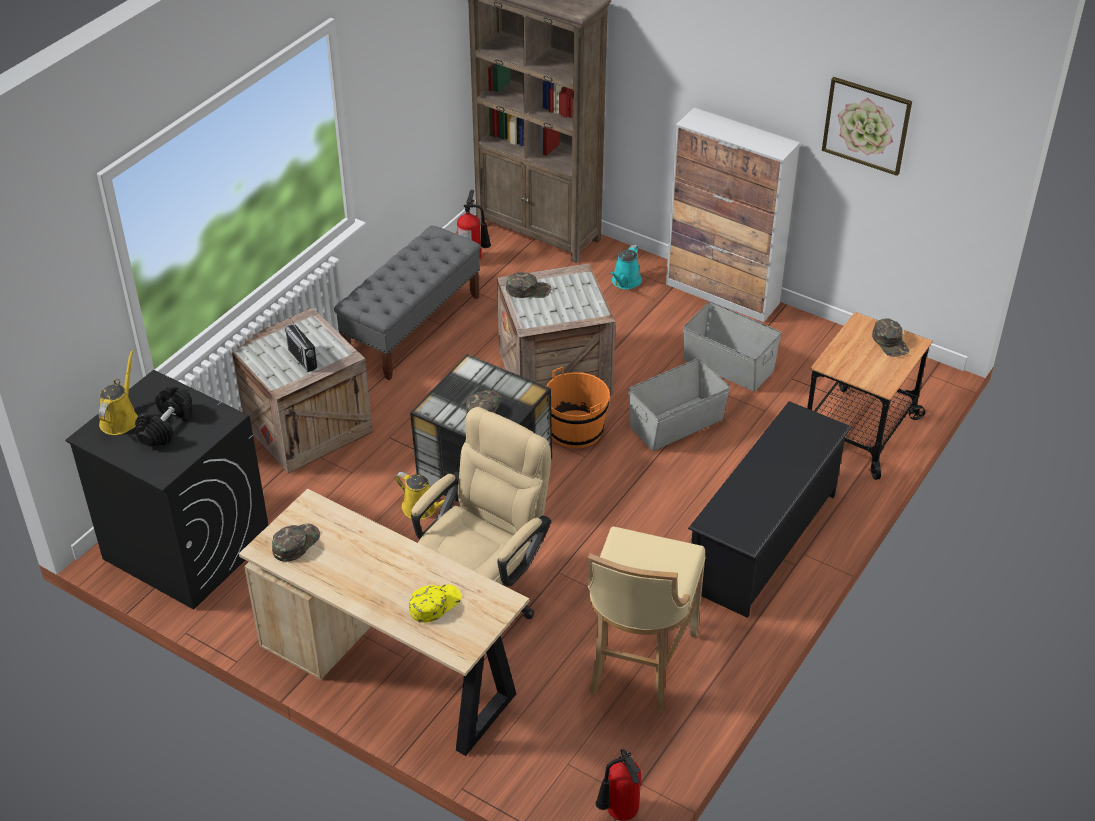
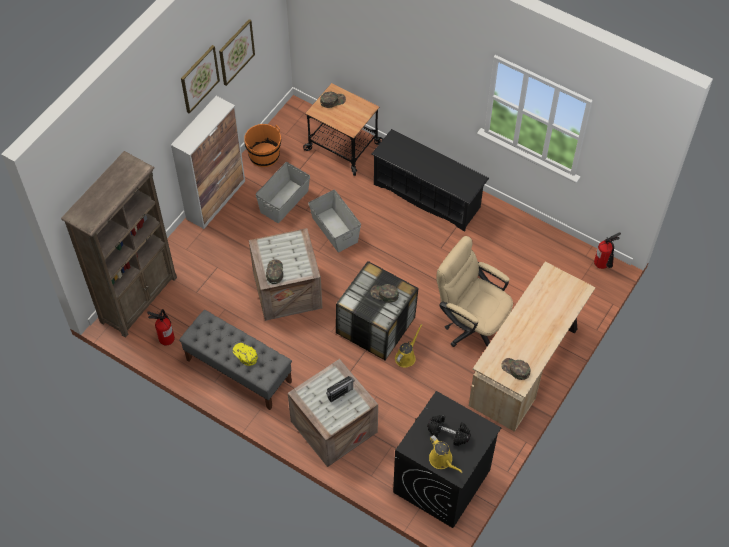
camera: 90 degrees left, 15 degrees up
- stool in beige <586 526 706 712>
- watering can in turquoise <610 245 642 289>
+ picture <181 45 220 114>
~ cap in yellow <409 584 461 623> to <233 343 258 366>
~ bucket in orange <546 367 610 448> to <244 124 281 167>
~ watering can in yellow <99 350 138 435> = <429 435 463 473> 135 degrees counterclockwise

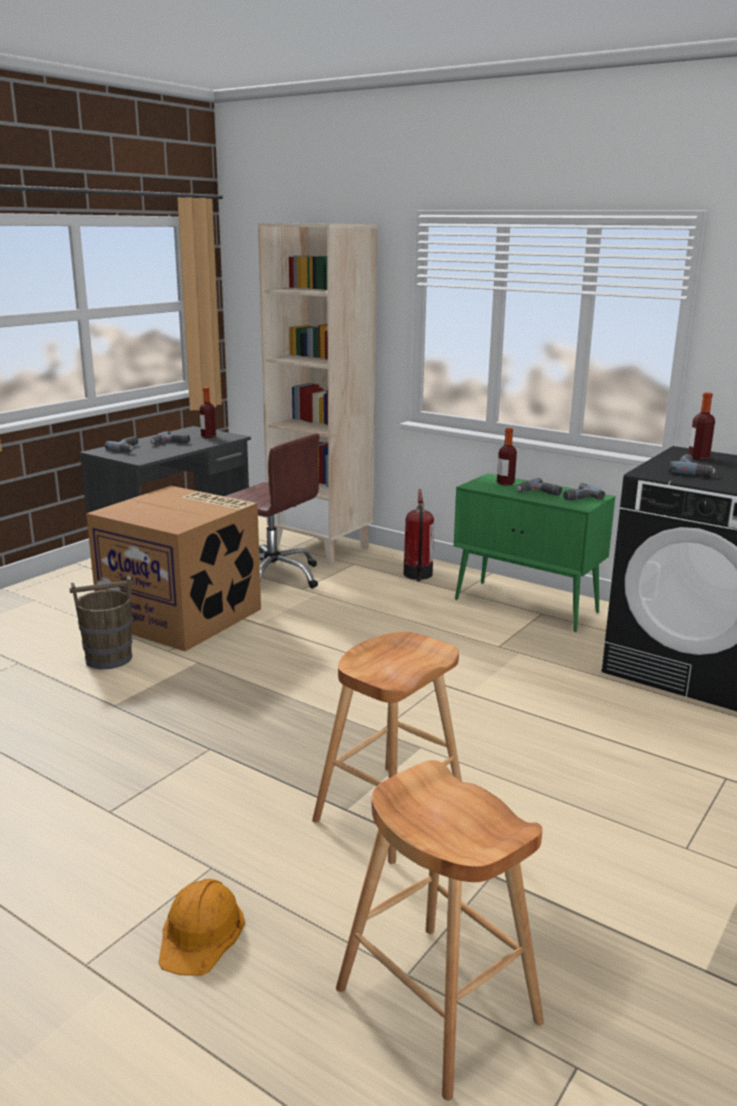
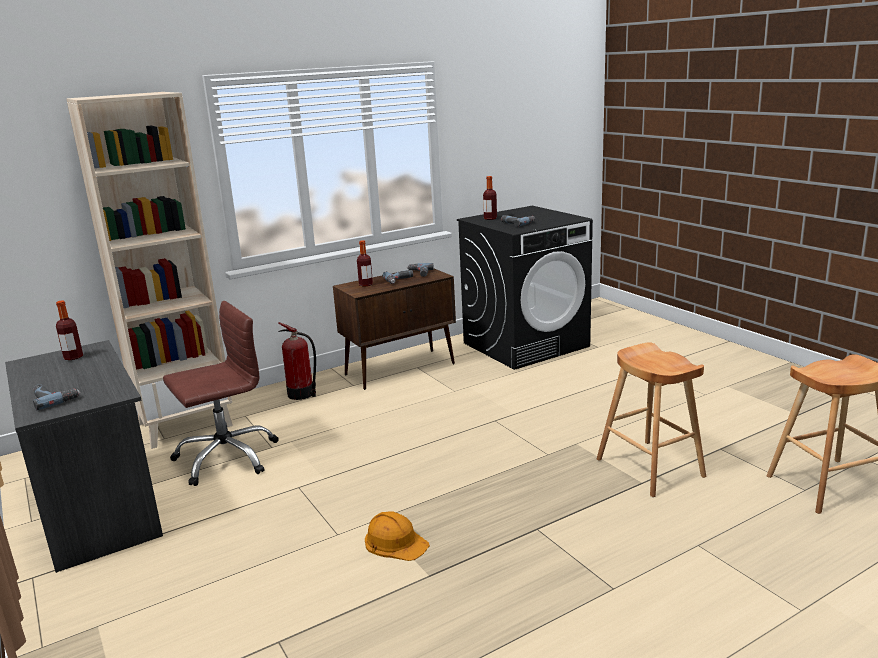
camera: 65 degrees left, 0 degrees up
- bucket in brown <70 576 133 669>
- cardboard box <86 486 261 651>
- power drill <150 431 190 444>
~ hard hat in orange <158 879 245 976> to <365 511 430 561>
~ cabinet in green <454 473 615 632> to cabinet in brown <333 269 456 390>

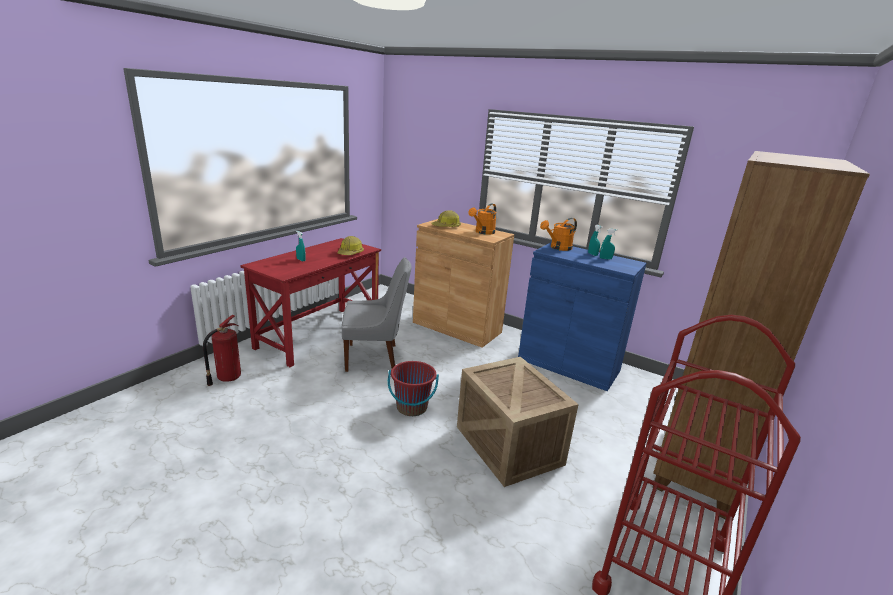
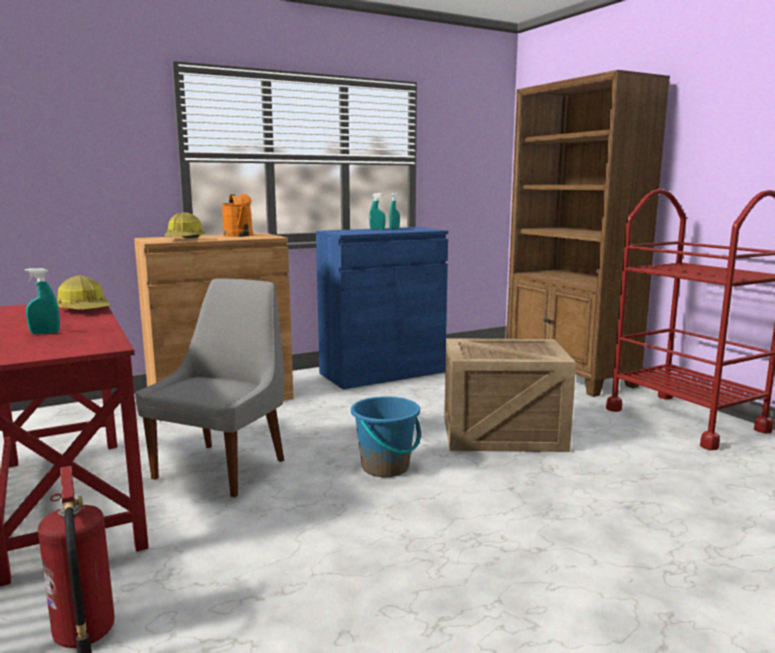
camera: 60 degrees left, 10 degrees down
- watering can in orange <540 218 577 251>
~ bucket in red <388 361 439 416> to bucket in blue <351 396 421 477>

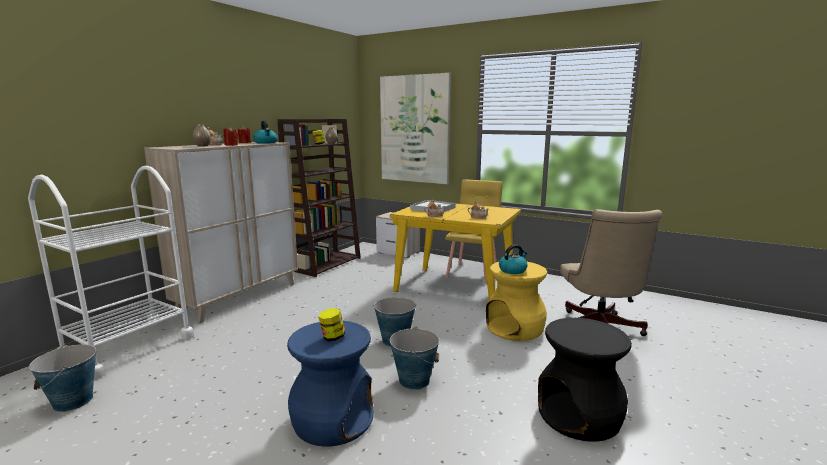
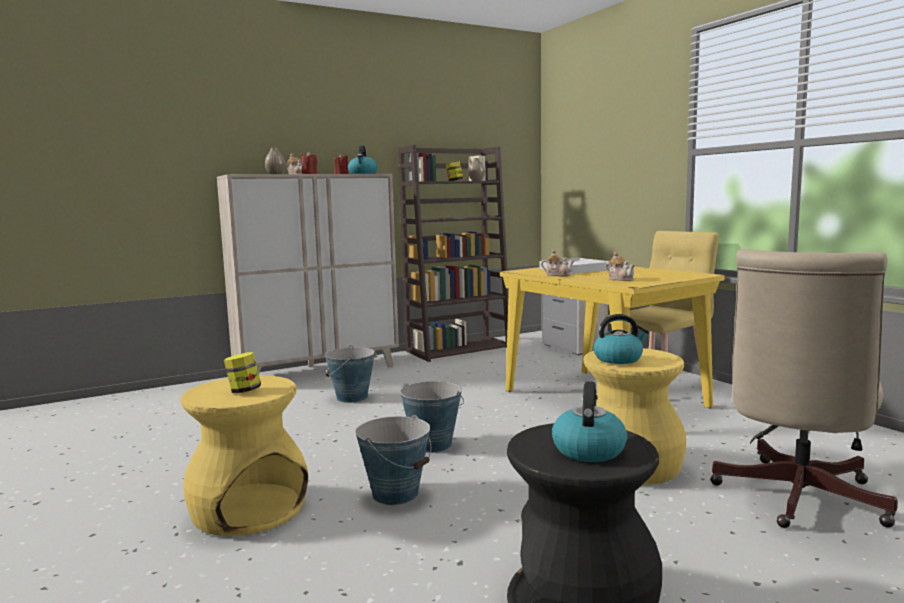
camera: 30 degrees right, 5 degrees down
- cart in white <28 166 194 380>
- picture <380 73 451 184>
+ kettle <552 381 627 462>
~ bucket <29 344 96 412> to <325 345 375 403>
~ stool in blue <287 321 374 446> to stool in yellow <181 375 308 536>

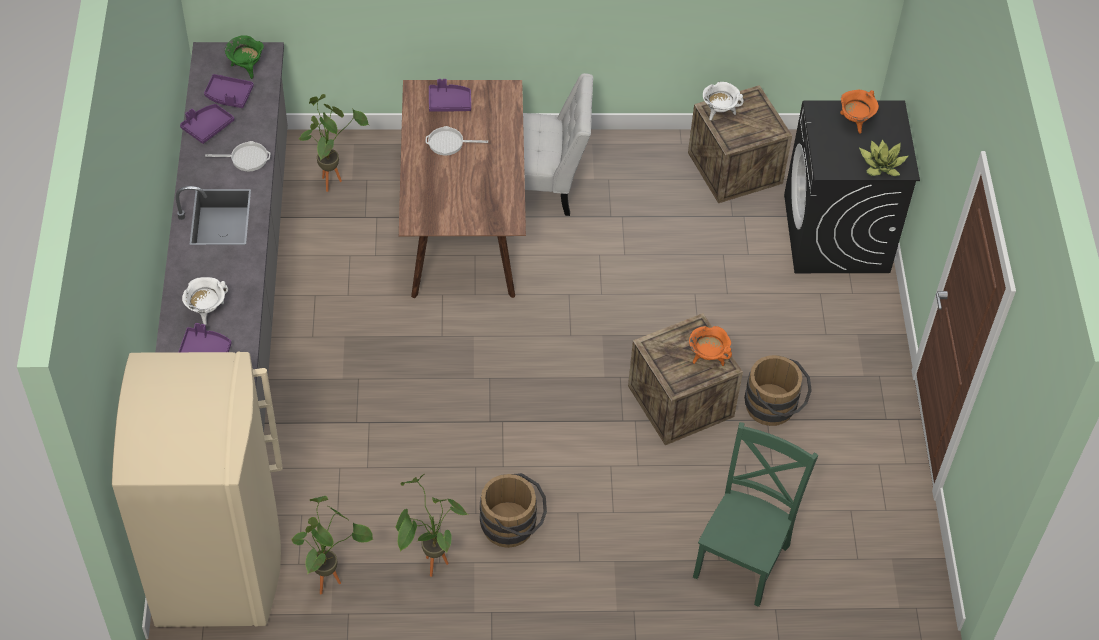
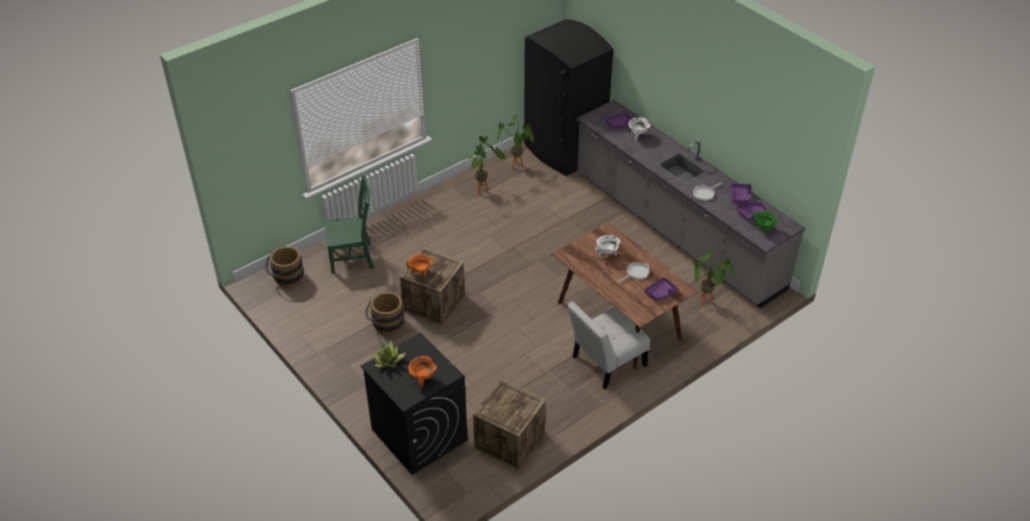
camera: 145 degrees right, 10 degrees down
~ bucket in brown <480 473 547 548> to <265 246 304 288>
~ cooking pot in white <703 82 744 121> to <595 235 620 259>
~ fridge in beige <112 352 283 627> to fridge in black <524 19 613 176>
~ chair in green <693 422 818 607> = <325 175 374 274> 90 degrees counterclockwise

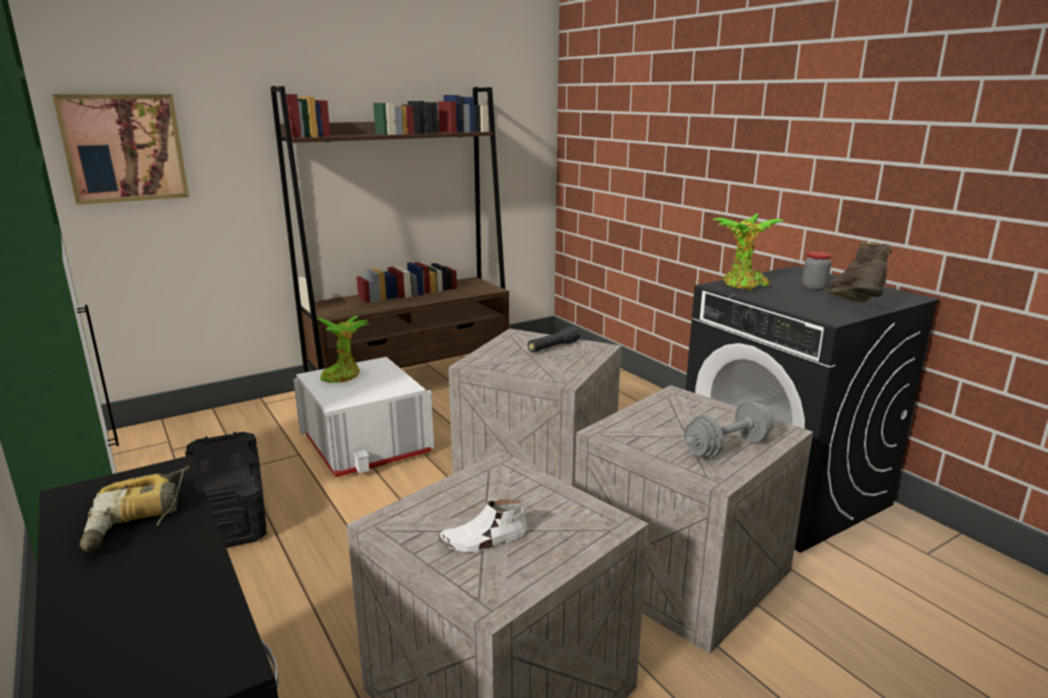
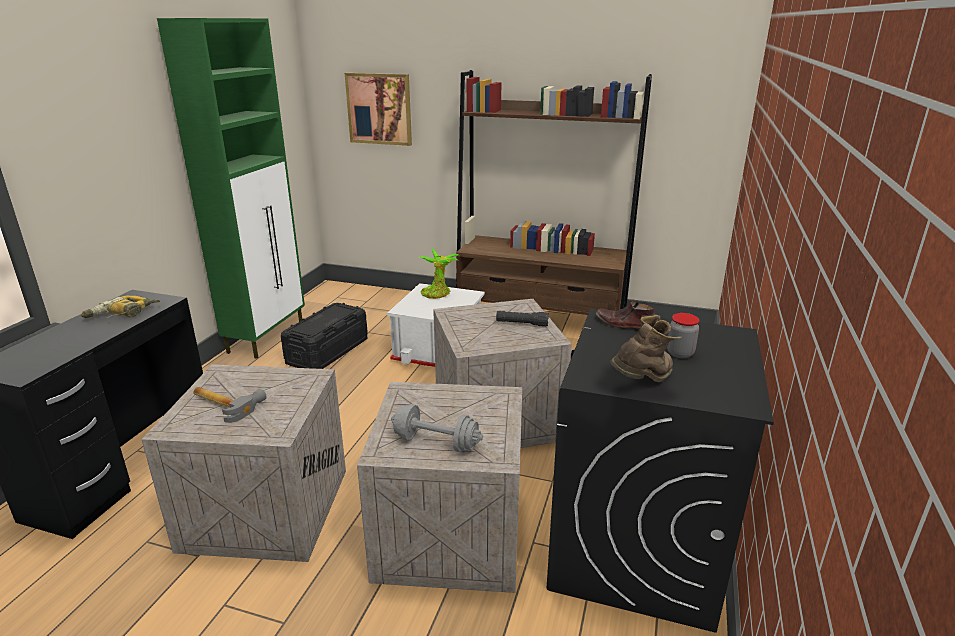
camera: 50 degrees right, 5 degrees up
~ shoe in white <438 499 528 552> to hammer <193 387 267 423>
~ potted plant <713 213 784 291> to shoe in brown <596 301 655 331>

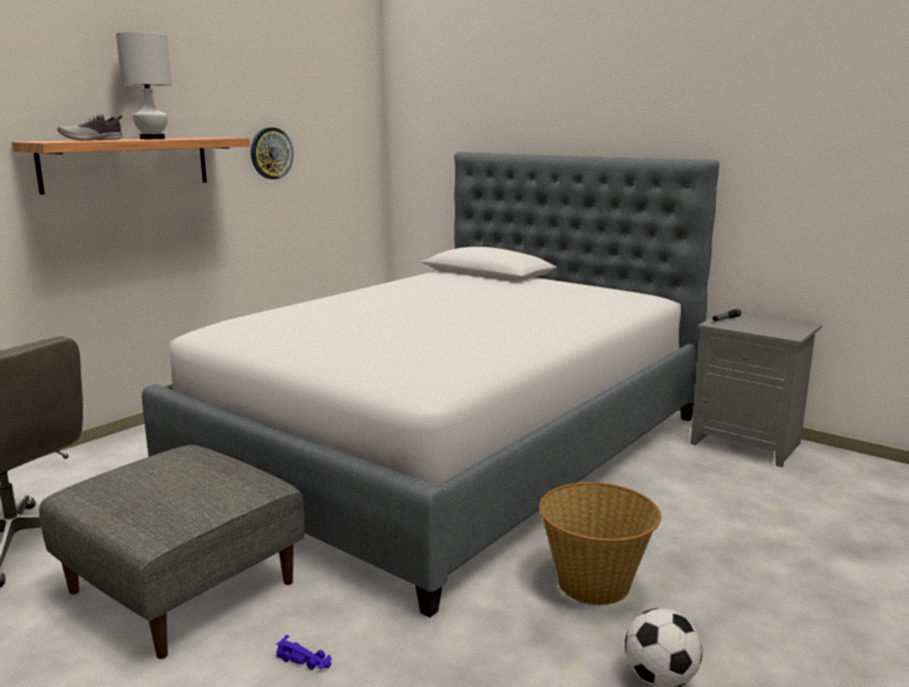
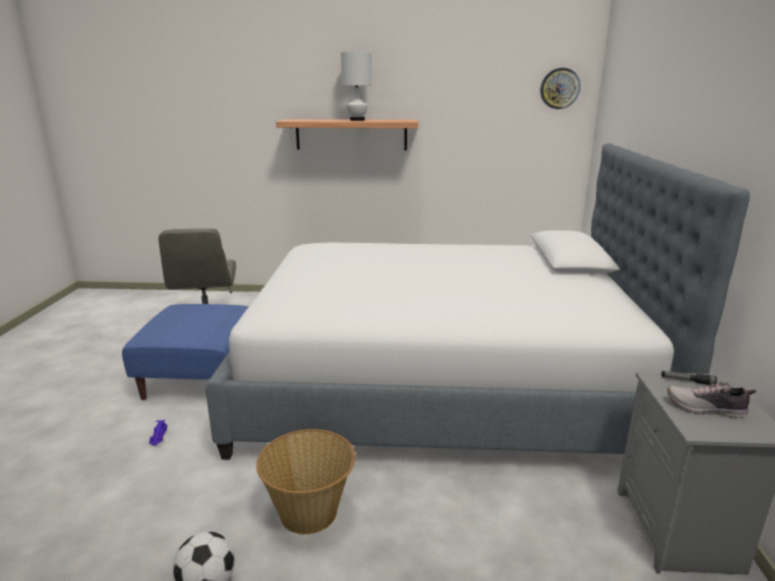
camera: 55 degrees right, 5 degrees up
~ shoe <58 114 123 141> to <667 382 756 418>
~ wall clock <251 127 293 180> to <540 68 581 109>
~ ottoman in grey <39 445 305 659> to ottoman in blue <122 304 249 400>

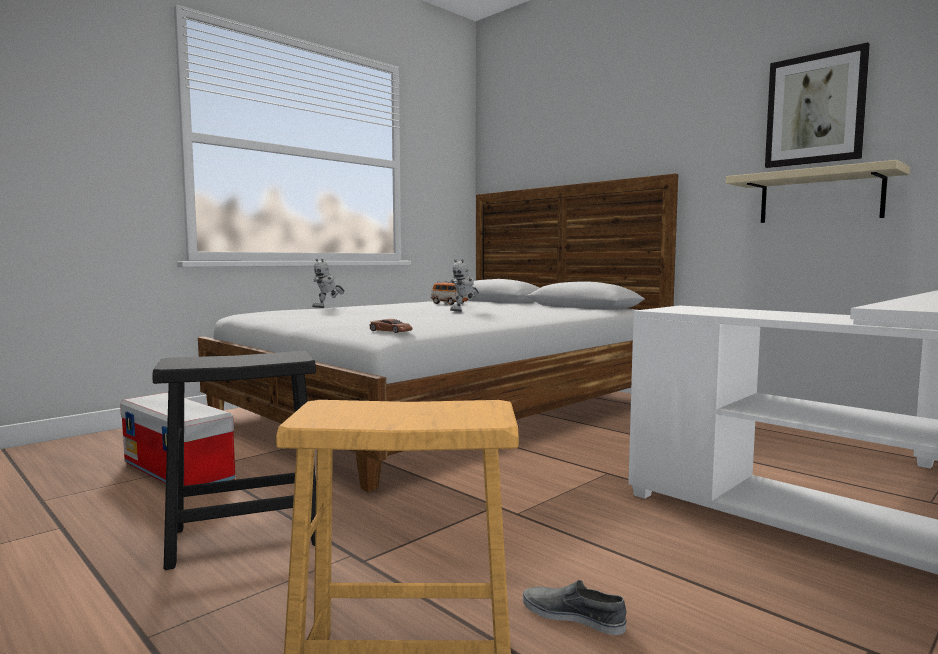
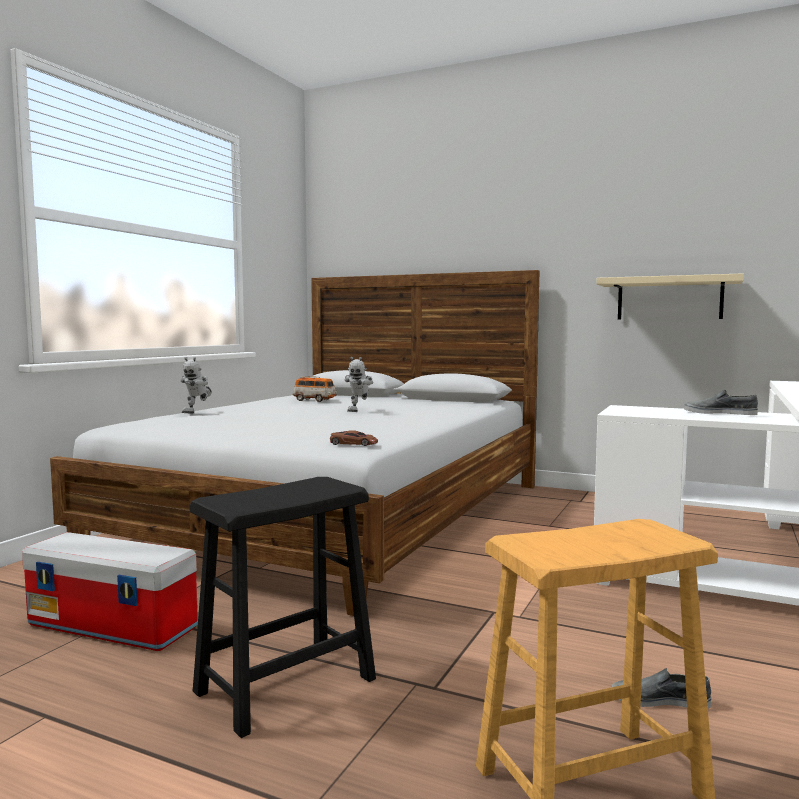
camera: 20 degrees left, 0 degrees up
- picture <765 42 870 168>
+ shoe in grey <684 389 758 415>

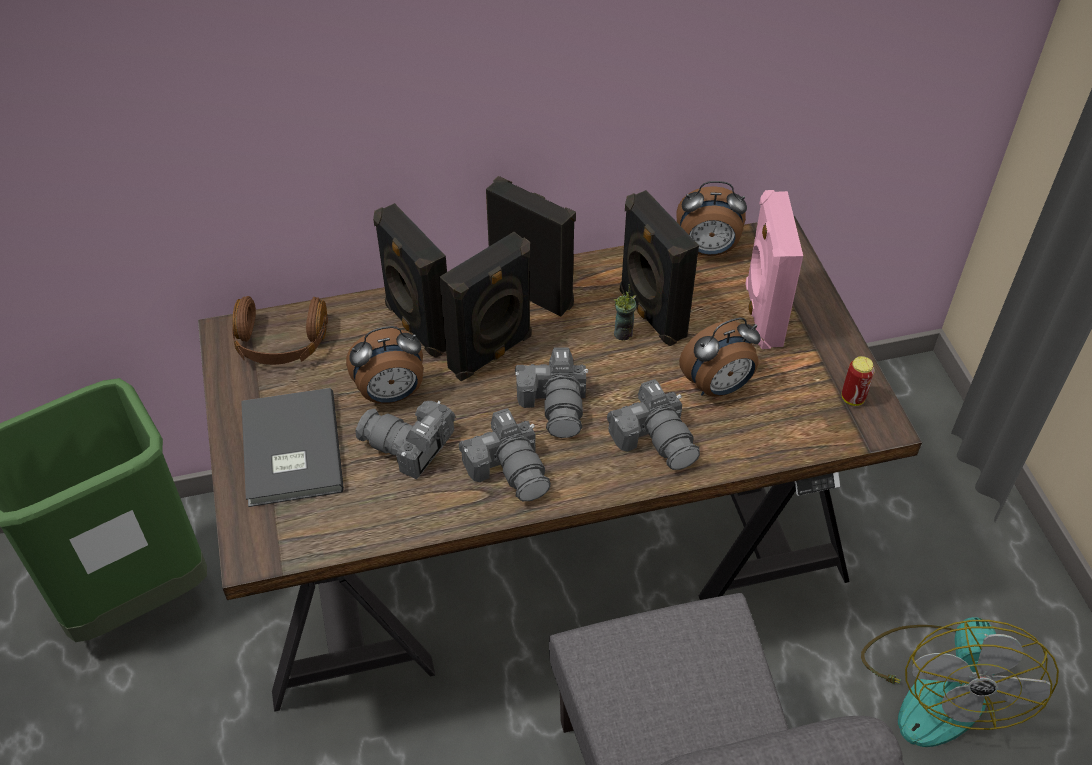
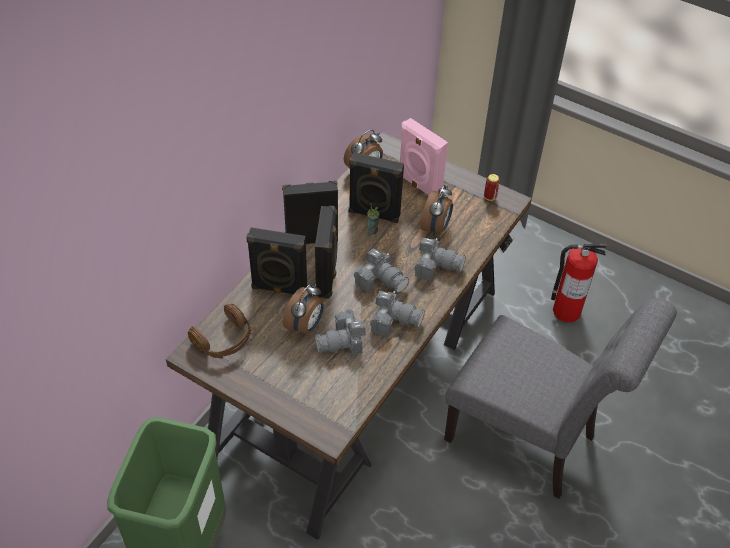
camera: 45 degrees left, 0 degrees up
- book in grey <241 388 344 507>
~ fan <861 617 1059 747> to fire extinguisher <551 243 607 322>

